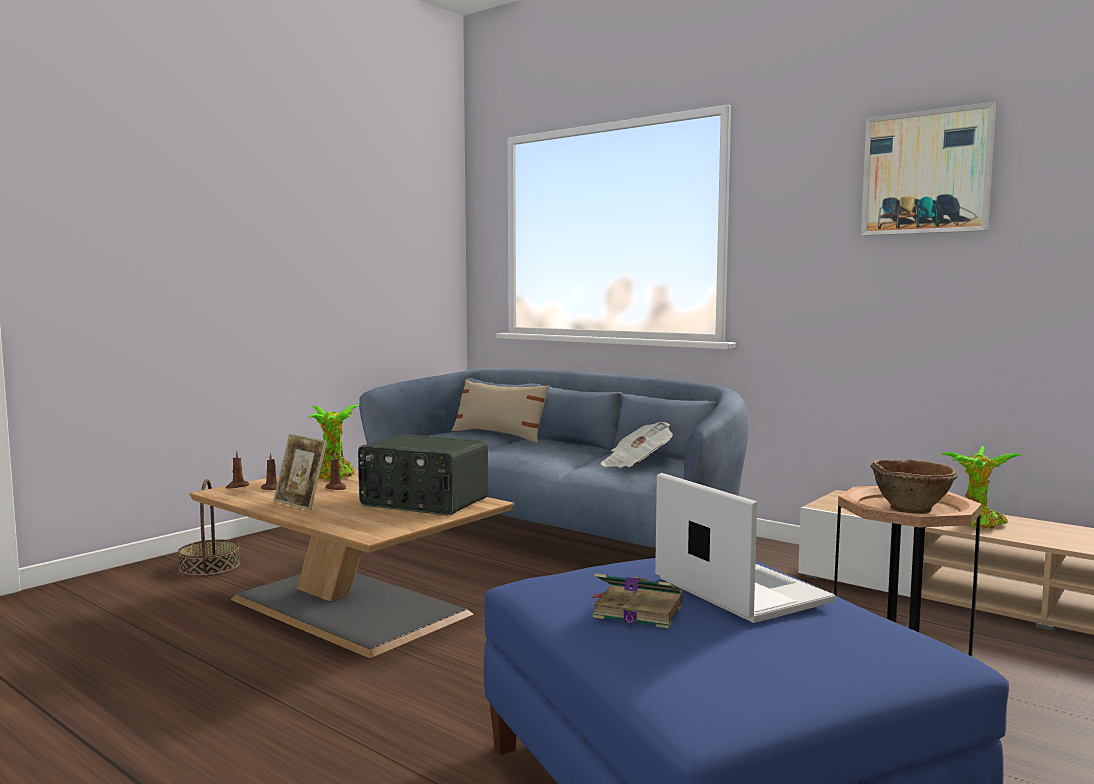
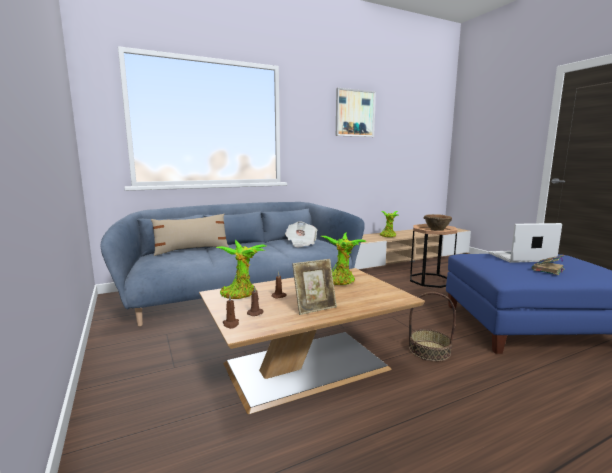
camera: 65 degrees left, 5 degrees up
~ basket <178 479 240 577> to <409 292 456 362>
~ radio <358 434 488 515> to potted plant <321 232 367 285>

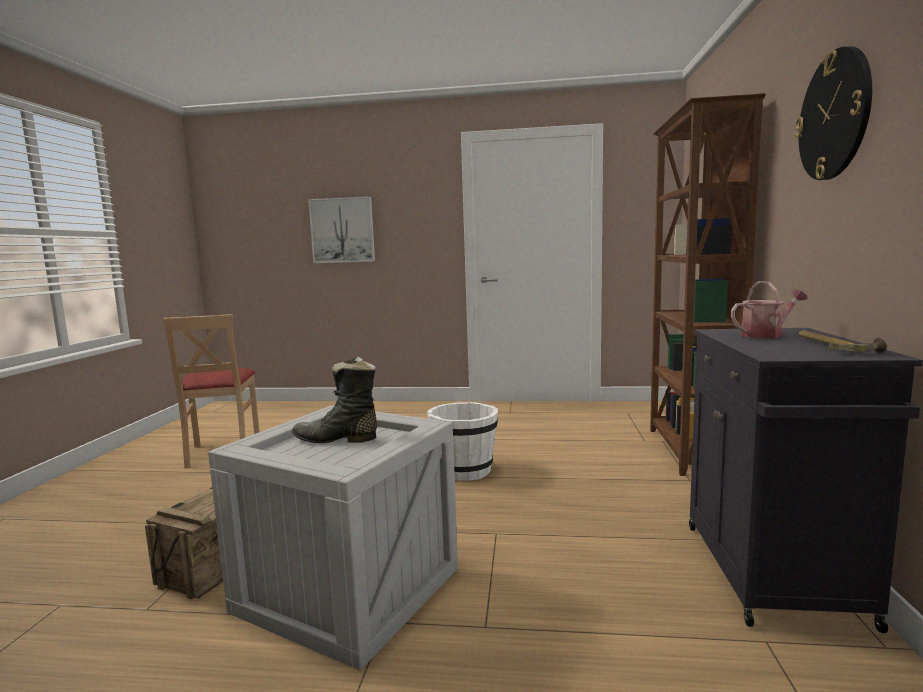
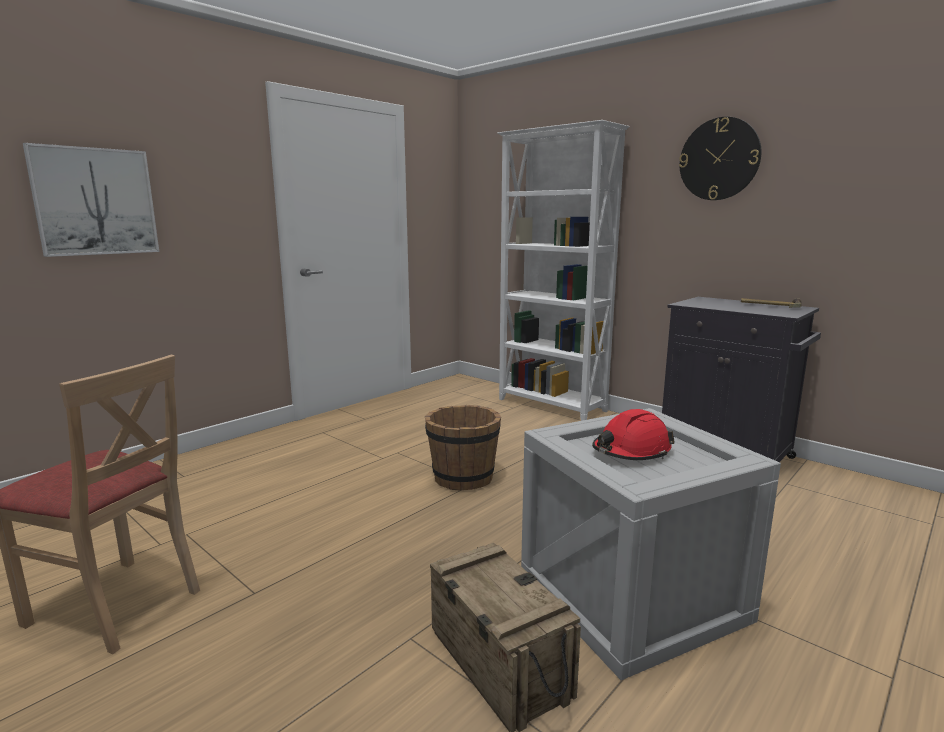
camera: 55 degrees left, 5 degrees up
- watering can <731 281 808 338>
~ boot in black <292 356 377 443> to hard hat in red <592 409 674 460>
~ bucket in white <427 402 498 481> to bucket in brown <425 405 501 491>
~ bookcase in brown <650 93 766 476> to bookcase in white <497 120 630 421>

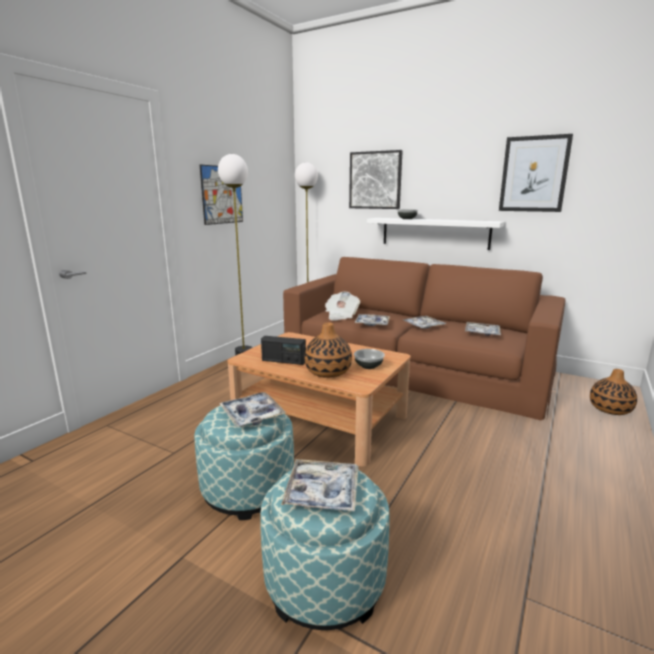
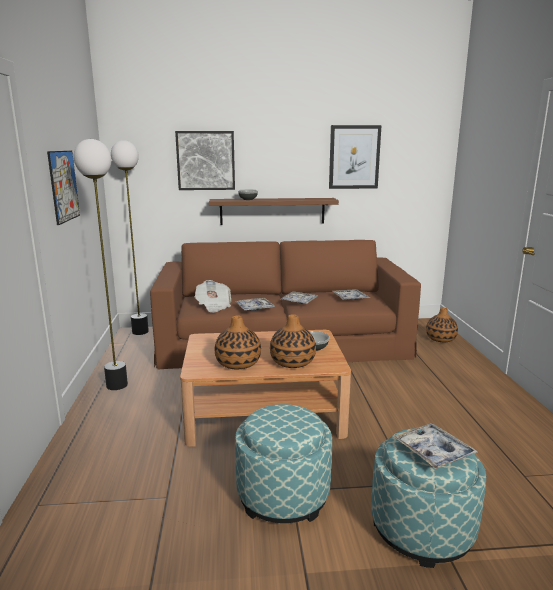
camera: 35 degrees left, 0 degrees up
- tray <219 392 286 427>
~ radio <261 336 306 365> to vase <215 315 261 369>
~ shelf in white <367 218 504 250> to shelf in brown <209 198 339 225>

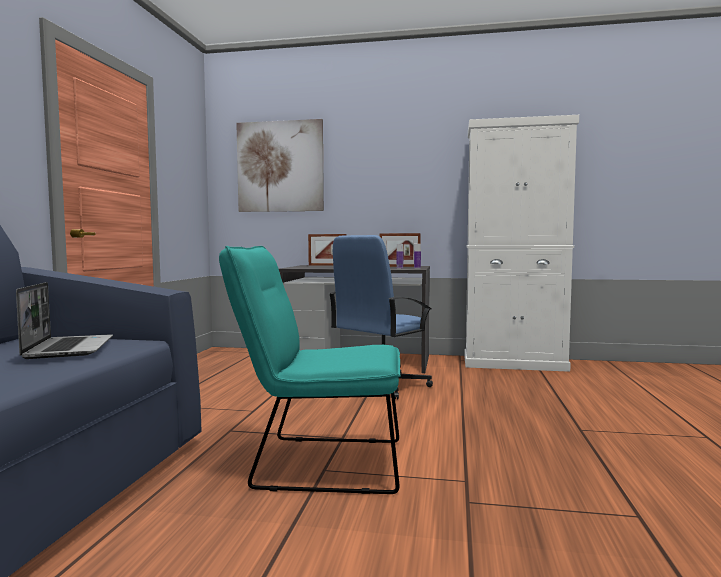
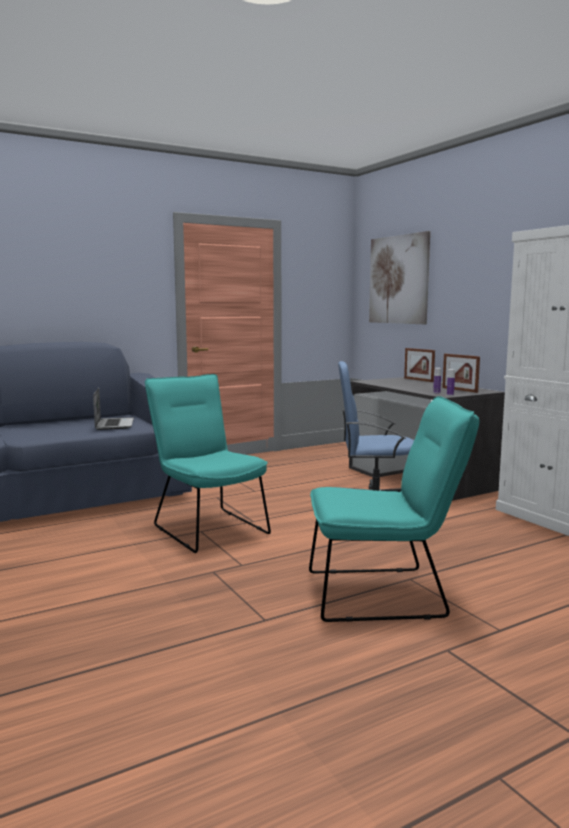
camera: 50 degrees right, 5 degrees up
+ chair in turquoise <309 396 479 622>
~ laptop <16 282 113 359> = <93 388 134 430> 45 degrees counterclockwise

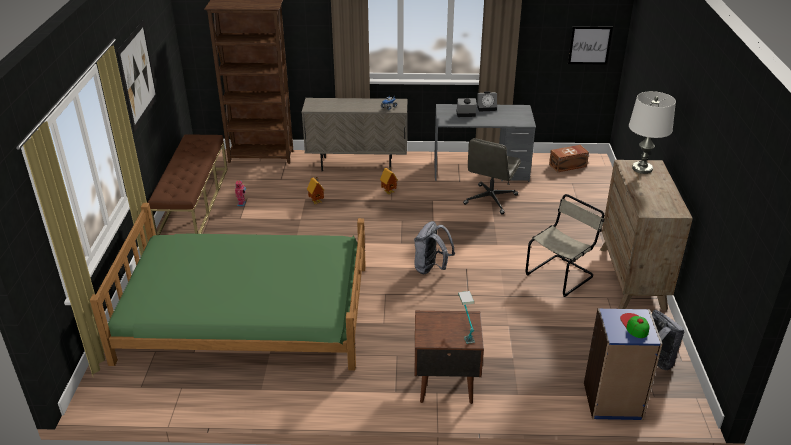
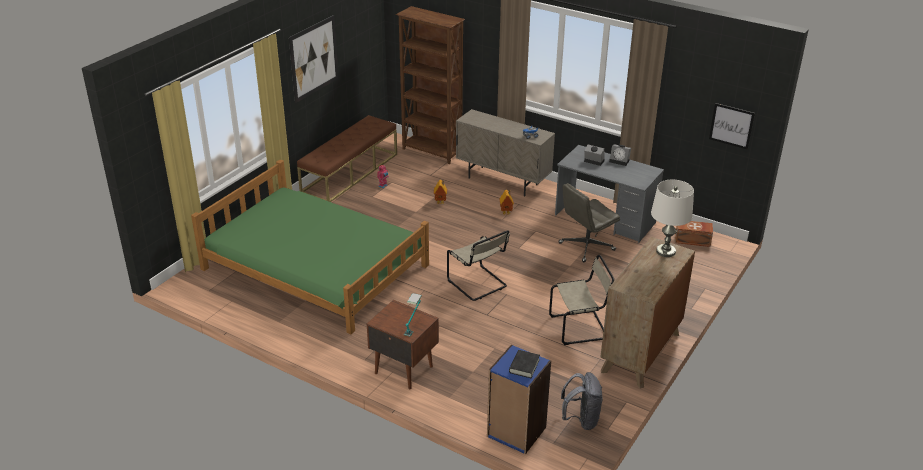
camera: 30 degrees right, 0 degrees up
~ backpack in grey <414 221 455 274> to chair in beige <447 230 510 301>
~ cap <620 313 650 338> to book in black <509 350 540 378>

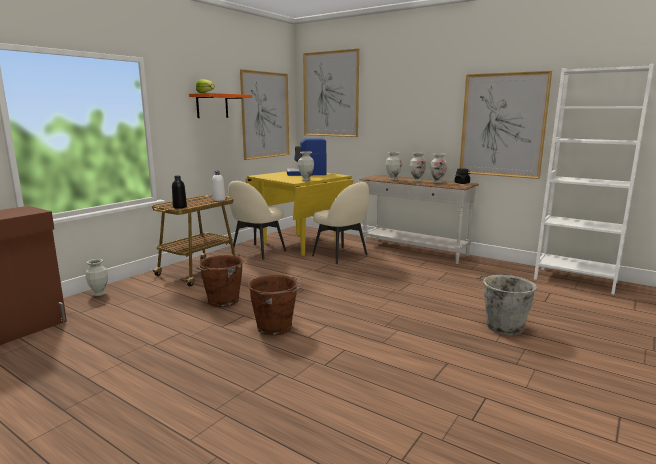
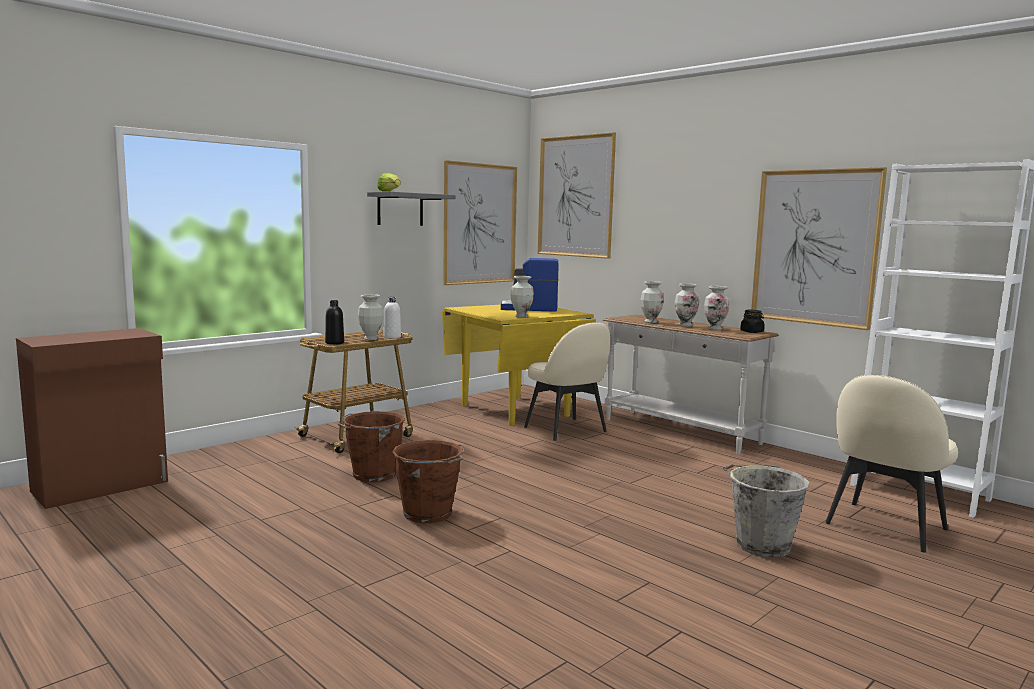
camera: 10 degrees right, 5 degrees down
~ vase <86 259 108 296> to <358 294 384 340>
~ chair in beige <228 181 286 260> to <825 375 958 553>
~ shelf in orange <189 93 252 118> to shelf in grey <367 192 455 226>

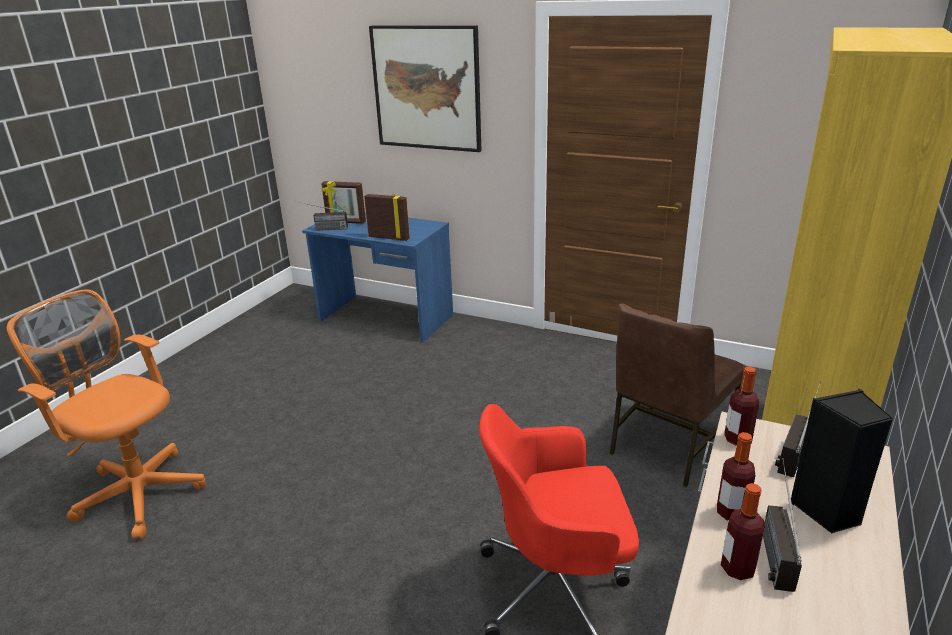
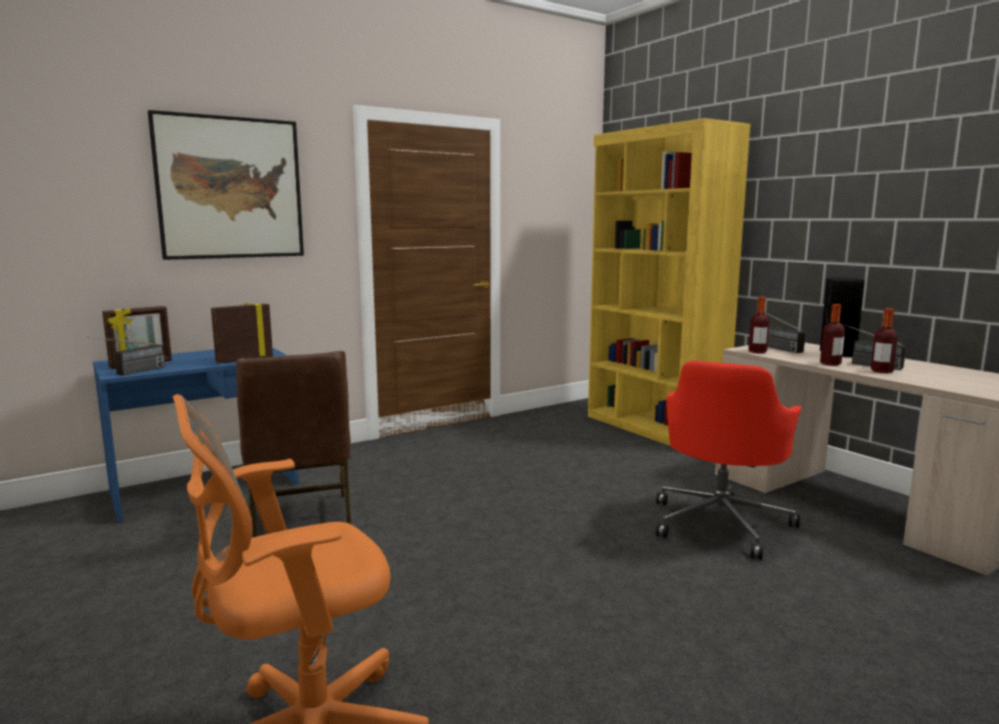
camera: 60 degrees left, 15 degrees down
~ chair in brown <610 304 746 487> to <236 351 351 537>

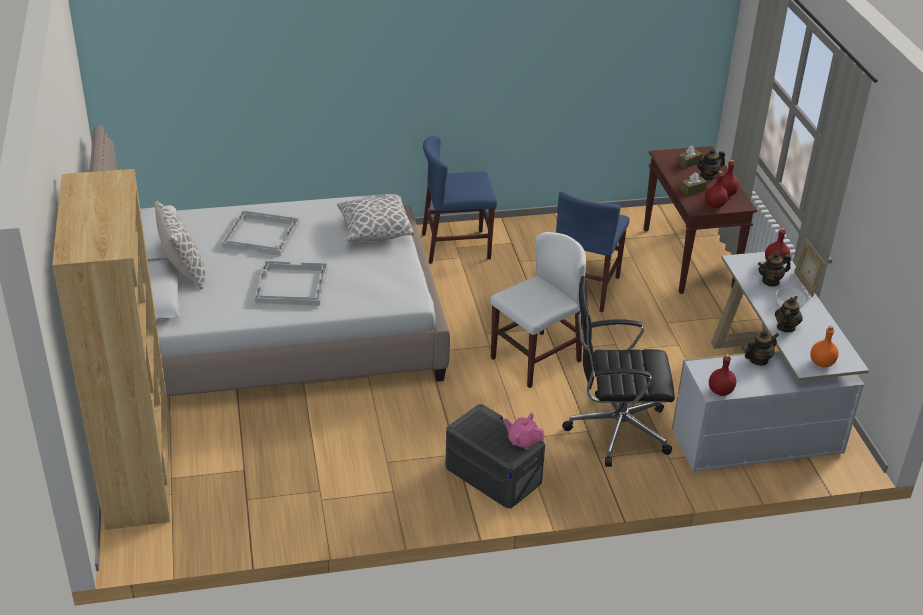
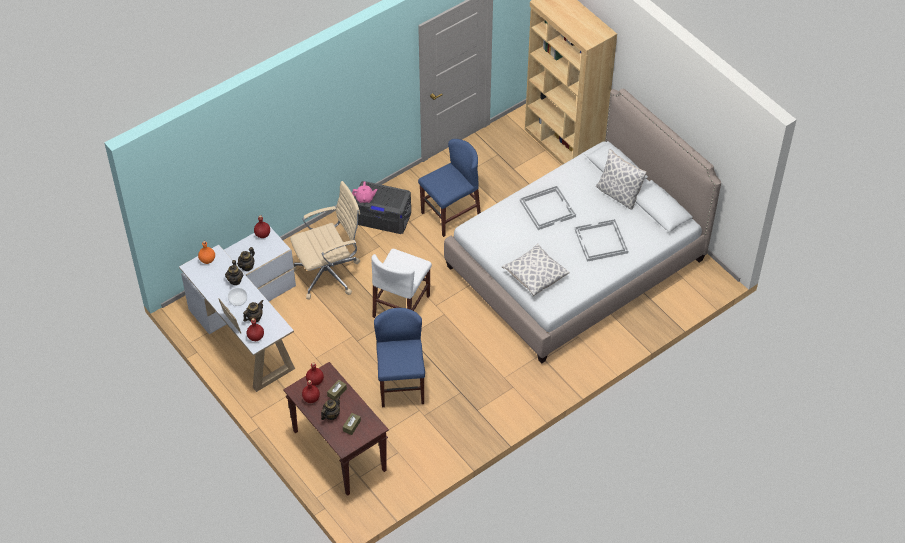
camera: 155 degrees right, 15 degrees up
~ chair in blue <422 136 497 264> to <418 139 481 237>
~ office chair in black <562 276 675 467> to office chair in beige <290 181 360 300>

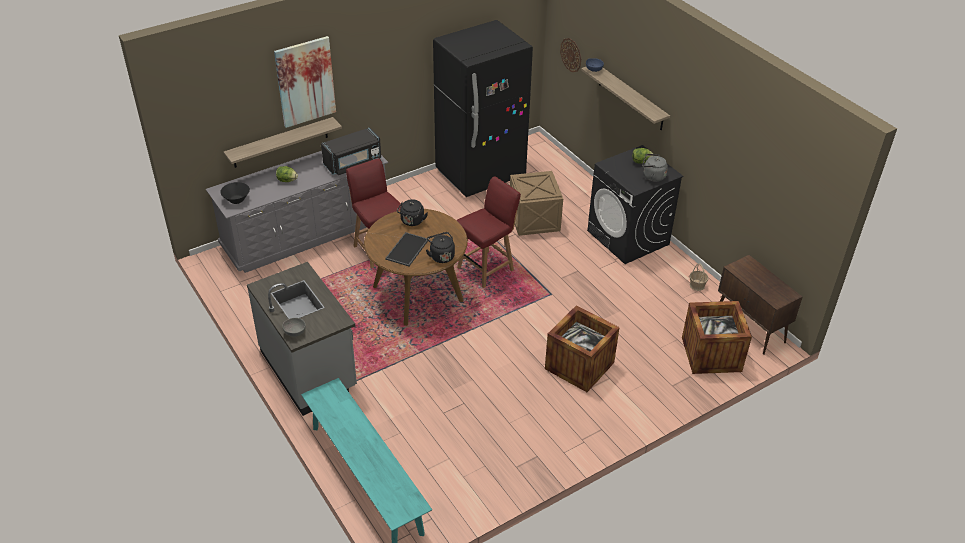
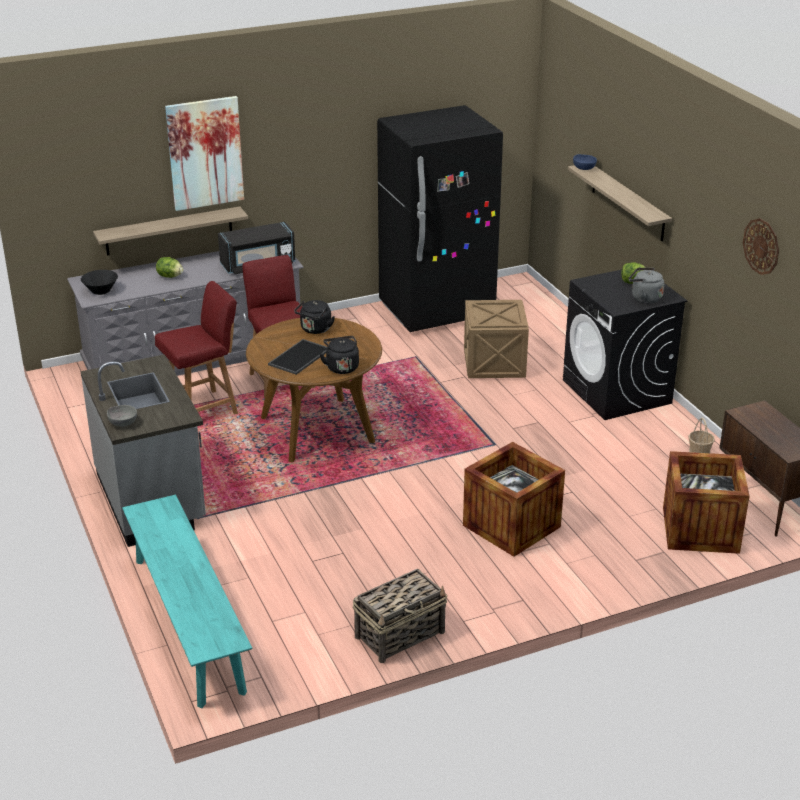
camera: 10 degrees right, 10 degrees down
+ basket <353 568 447 663>
~ chair in red <456 176 521 288> to <155 281 238 414>
~ wall clock <560 38 581 72> to <743 218 779 275>

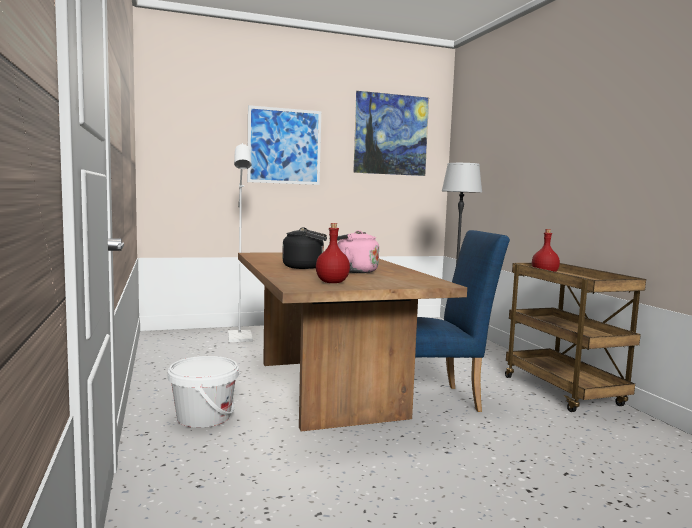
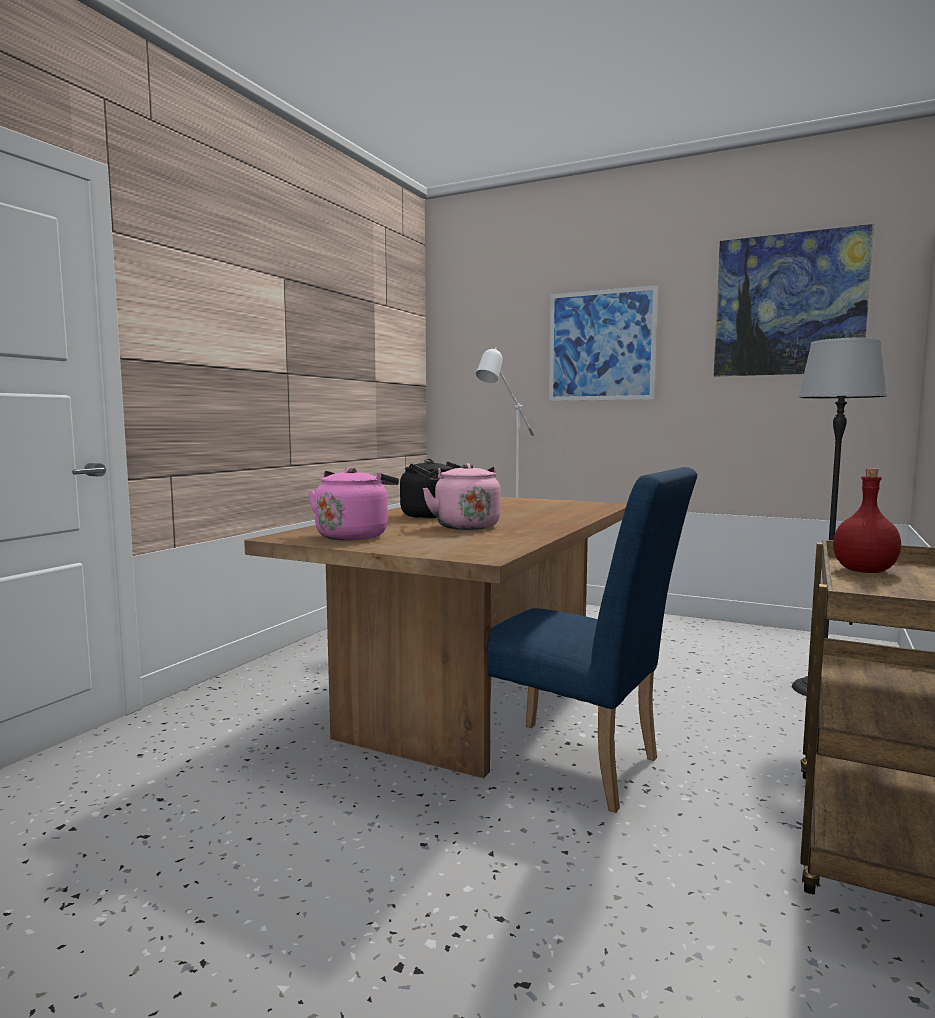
camera: 45 degrees right, 0 degrees up
- bucket in white <168 356 239 428>
~ bottle in red <316 223 350 283> to kettle in pink <308 467 399 541>

